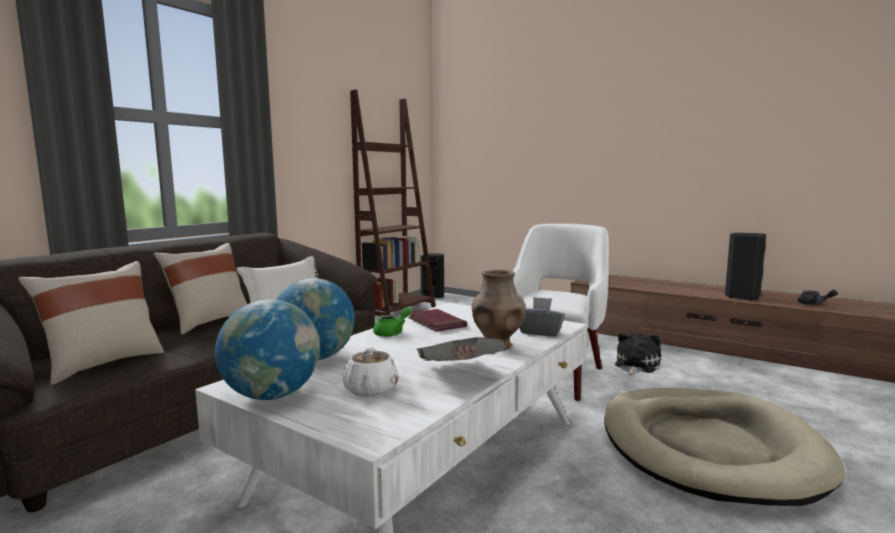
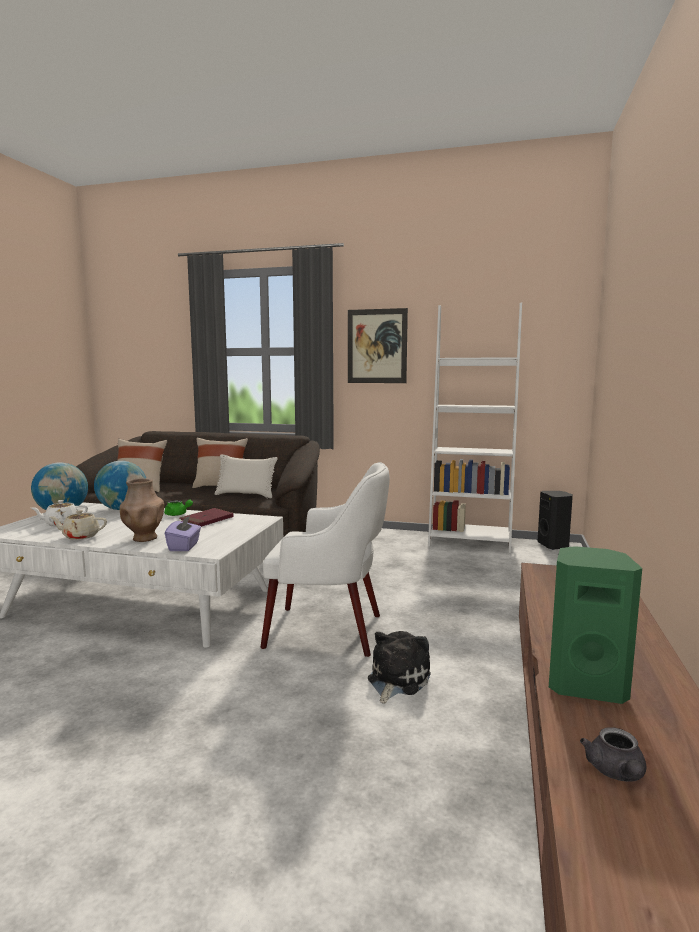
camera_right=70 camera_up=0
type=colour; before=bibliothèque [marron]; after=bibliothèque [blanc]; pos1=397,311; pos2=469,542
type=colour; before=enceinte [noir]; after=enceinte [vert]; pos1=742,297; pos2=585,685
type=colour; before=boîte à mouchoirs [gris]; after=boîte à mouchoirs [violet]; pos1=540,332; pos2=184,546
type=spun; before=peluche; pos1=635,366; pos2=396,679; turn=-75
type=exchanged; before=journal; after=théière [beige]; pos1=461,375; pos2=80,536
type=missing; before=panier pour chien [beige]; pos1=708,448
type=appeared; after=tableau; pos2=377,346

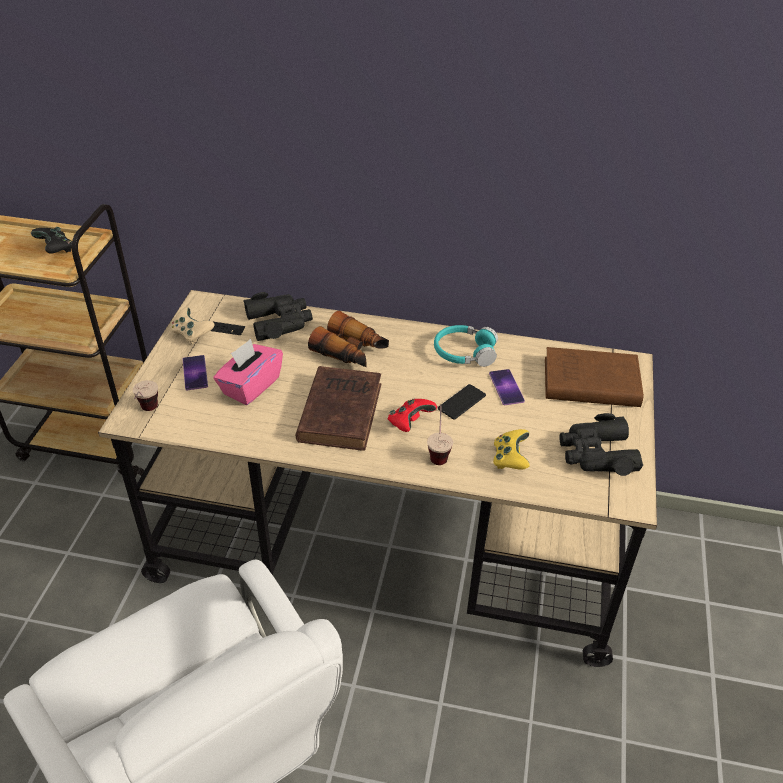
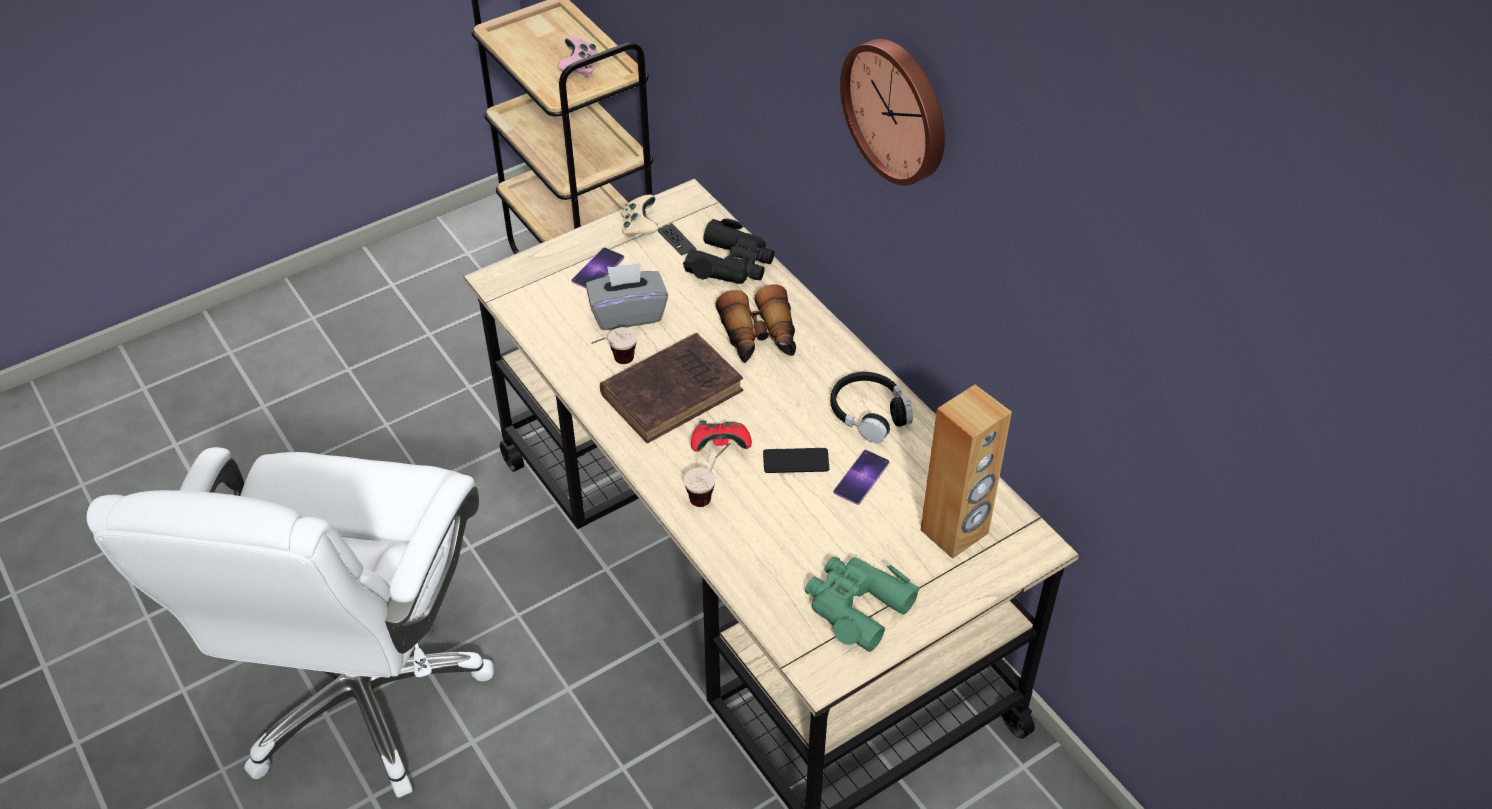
camera_right=45 camera_up=5
type=colour; before=manette [noir]; after=manette [rose]; pos1=56,250; pos2=579,68
type=colour; before=casque audio [turquoise]; after=casque audio [noir]; pos1=464,353; pos2=869,413
type=colour; before=boîte à mouchoirs [rose]; after=boîte à mouchoirs [gris]; pos1=250,386; pos2=628,314
type=exchanged; before=livre [marron]; after=enceinte [marron]; pos1=587,382; pos2=955,532
type=relocated; before=tasse; pos1=147,413; pos2=615,364
type=colour; before=jumelles [noir]; after=jumelles [vert]; pos1=596,454; pos2=856,606
type=missing; before=manette [jaune]; pos1=510,459
type=appeared; after=horloge murale; pos2=898,110

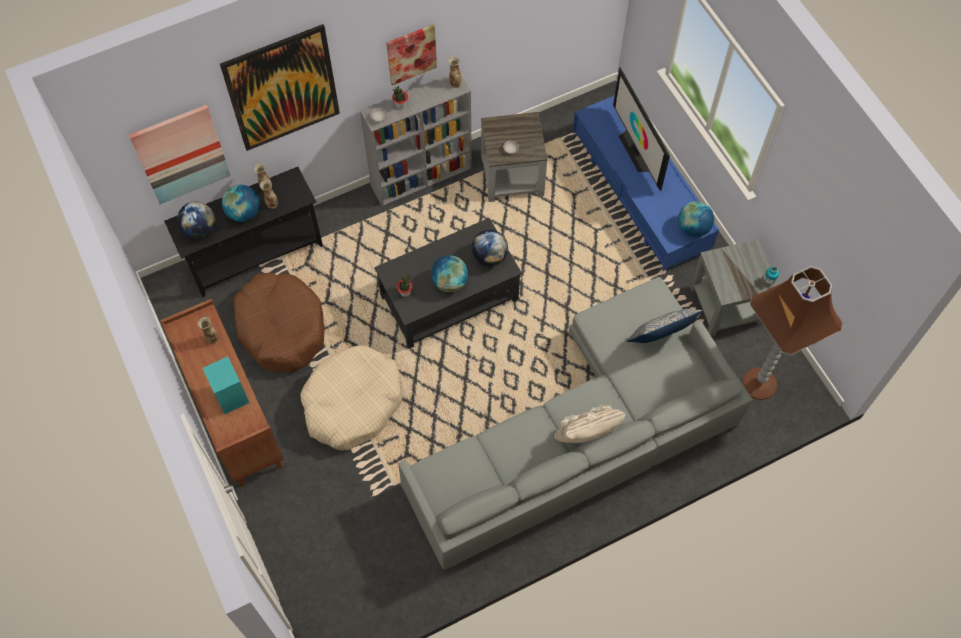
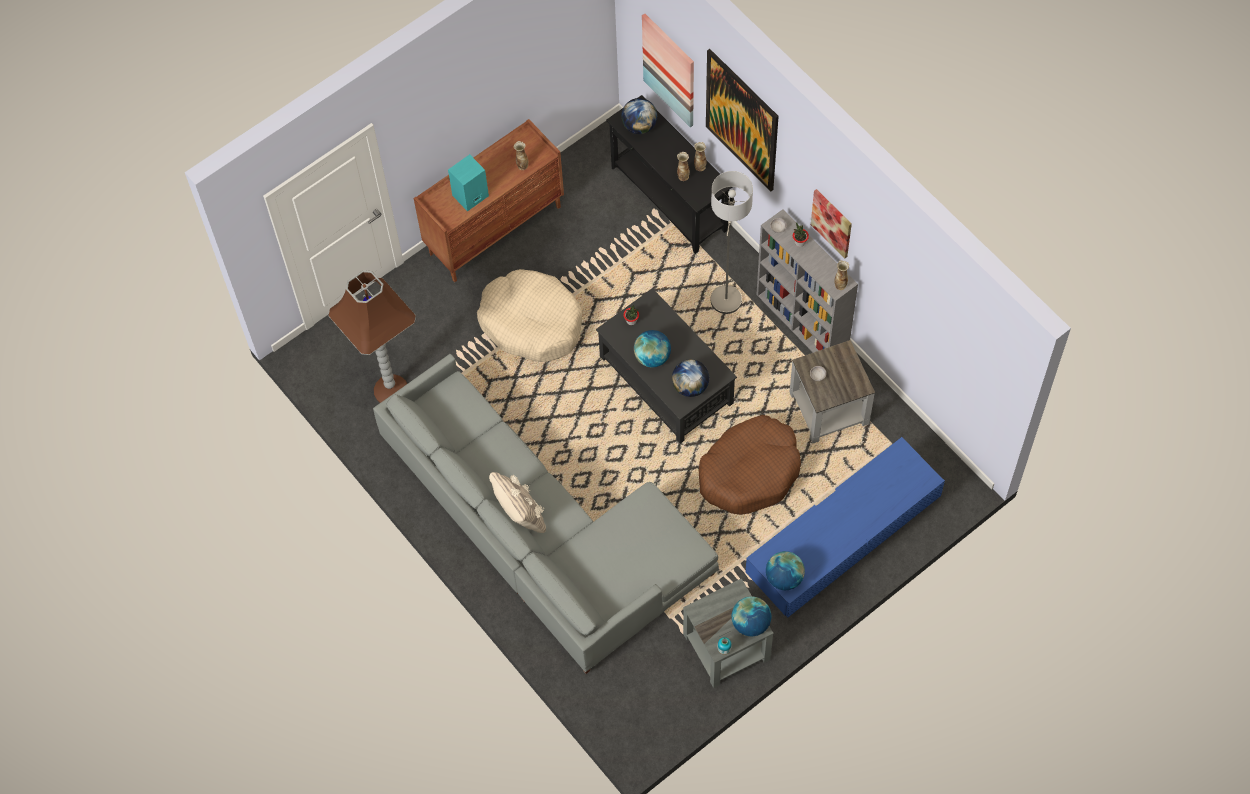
camera_right=80 camera_up=0
type=missing; before=téléviseur; pos1=637,151
type=relocated; before=globe; pos1=244,213; pos2=750,623
type=relocated; before=lampadaire [marron]; pos1=759,384; pos2=390,390
type=relocated; before=panier pour chien [marron]; pos1=281,327; pos2=750,471
type=missing; before=coussin; pos1=659,339
type=appeared; after=lampadaire [gris]; pos2=727,292

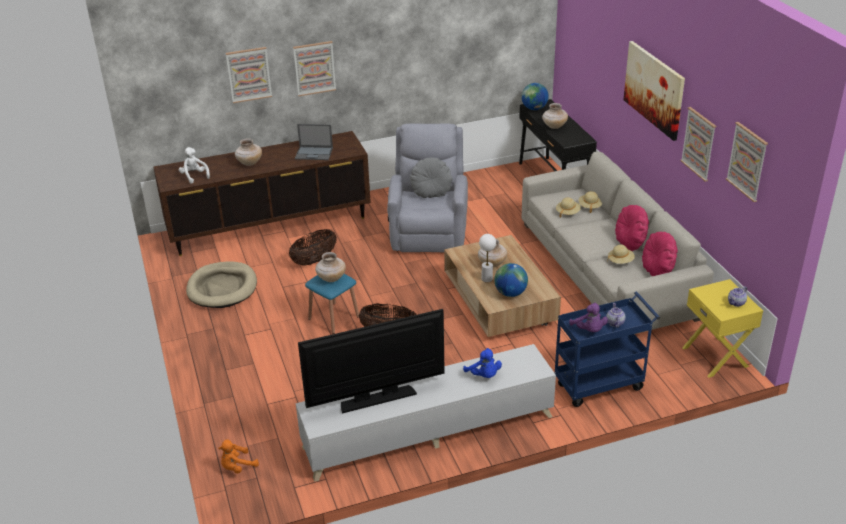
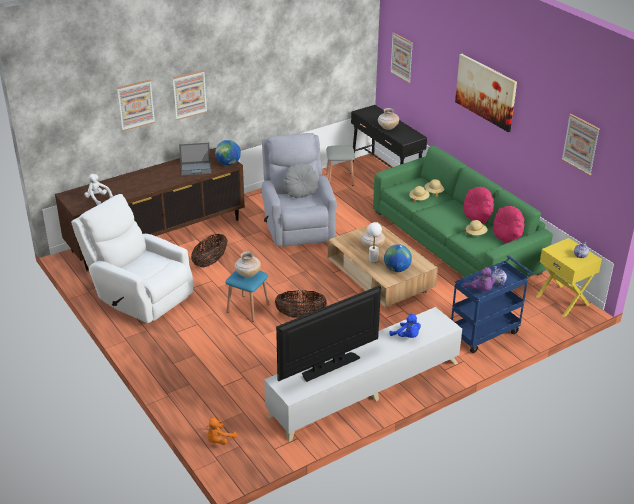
camera_right=-15 camera_up=0
type=relocated; before=globe; pos1=534,109; pos2=228,164
type=relocated; before=tableau; pos1=699,143; pos2=402,57
type=missing; before=vase [beige]; pos1=249,163
type=colour; before=canapé [beige]; after=canapé [vert]; pos1=606,269; pos2=455,241
type=exchanged; before=panier pour chien [beige]; after=fauteuil [blanc]; pos1=222,288; pos2=139,295
type=appeared; after=tabouret [gris]; pos2=339,179

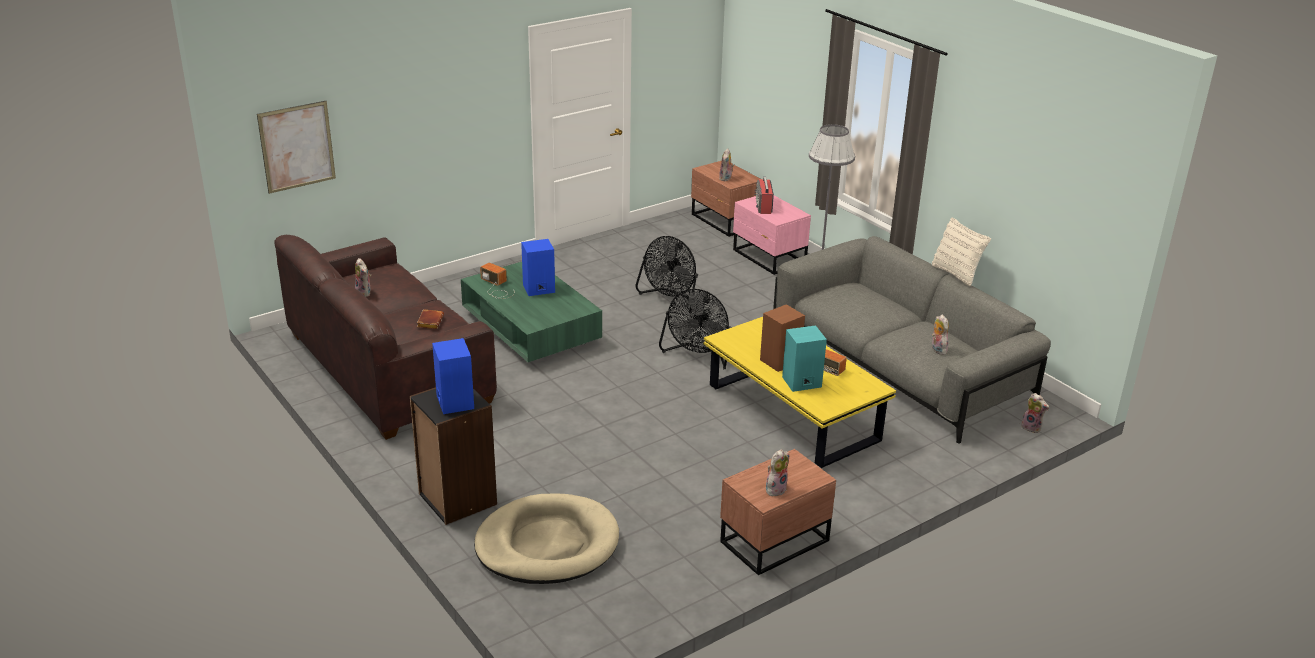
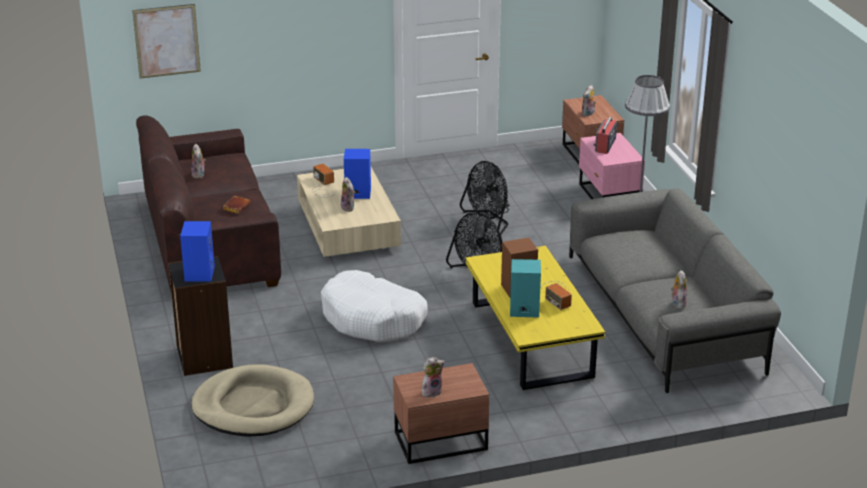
camera_right=20 camera_up=0
type=missing; before=coussin [beige]; pos1=956,274
type=colour; before=table basse [vert]; after=table basse [beige]; pos1=531,329; pos2=348,228
type=relocated; before=peluche; pos1=1032,427; pos2=349,208
type=appeared; after=panier pour chien [blanc]; pos2=373,319

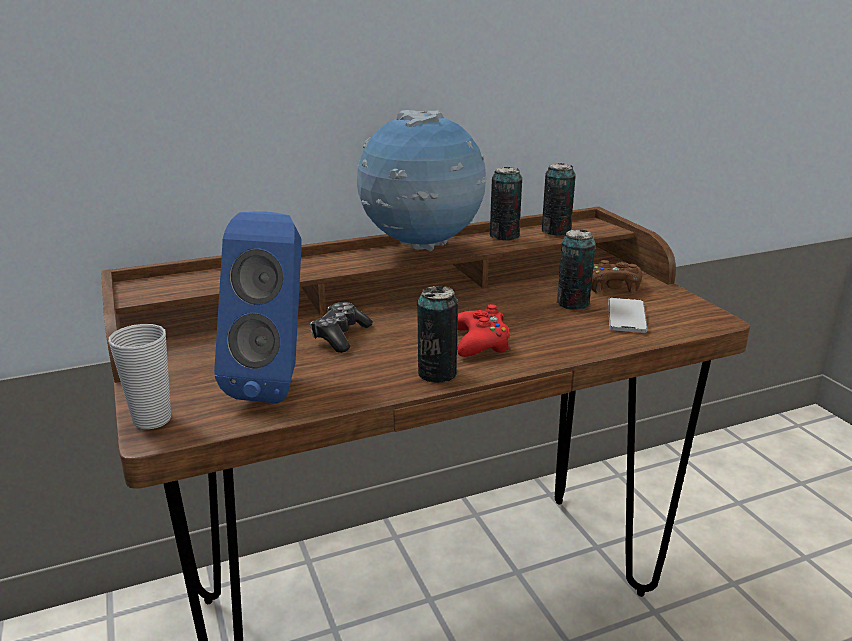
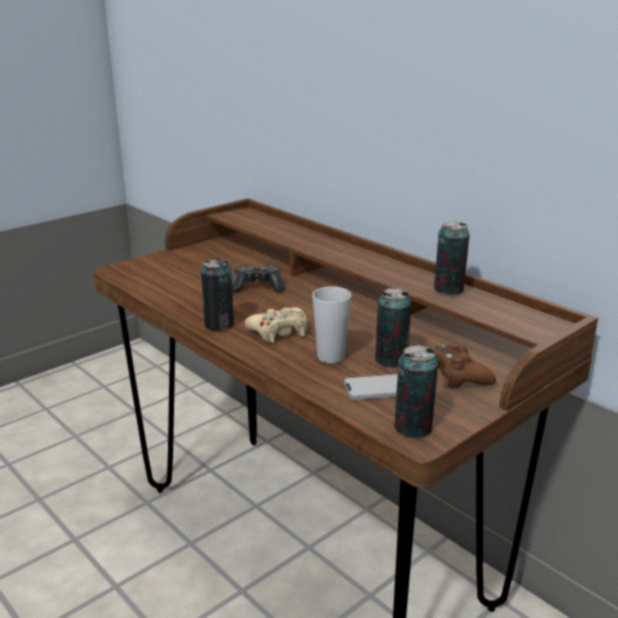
camera_right=70 camera_up=0
type=missing; before=globe; pos1=421,248
type=relocated; before=boîte métallique; pos1=556,231; pos2=413,428
type=missing; before=enceinte [bleu]; pos1=276,382
type=colour; before=manette [rouge]; after=manette [beige]; pos1=480,343; pos2=279,332
type=relocated; before=tasse; pos1=152,419; pos2=330,357

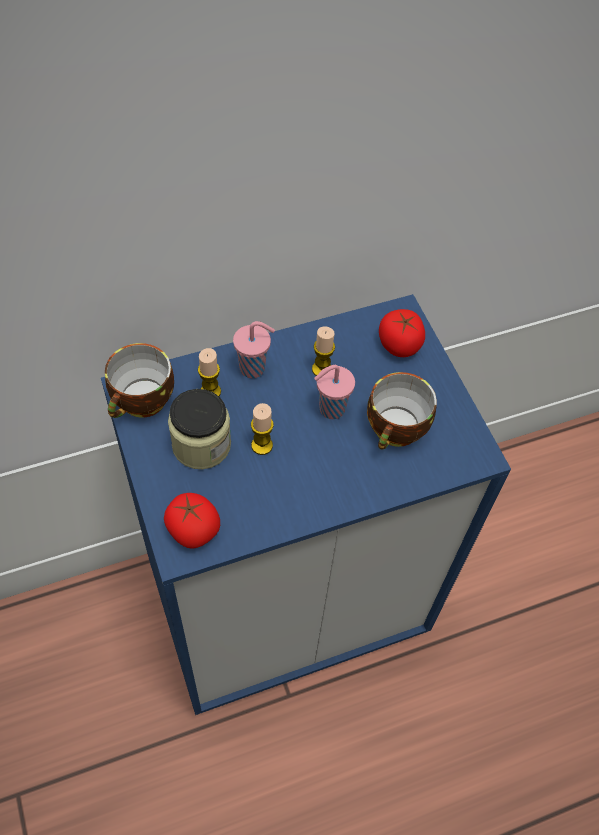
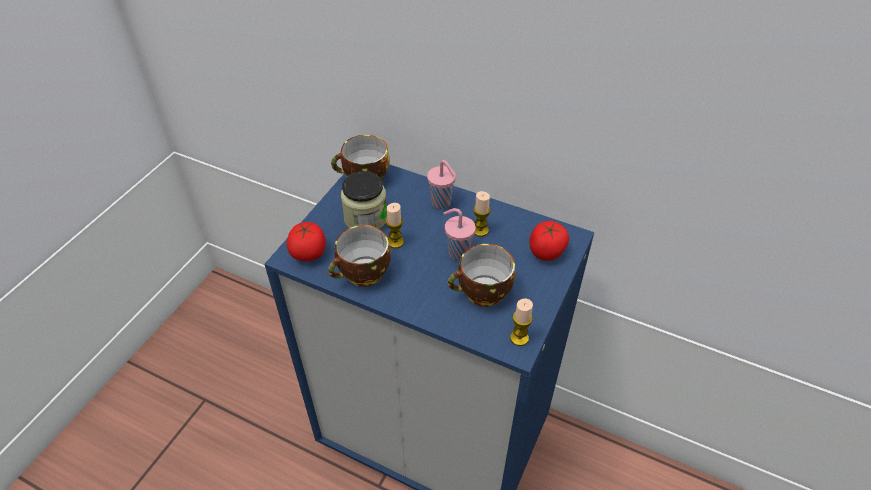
camera_right=50 camera_up=-10
type=relocated; before=bougie; pos1=210,391; pos2=519,338
type=appeared; after=tasse; pos2=363,275

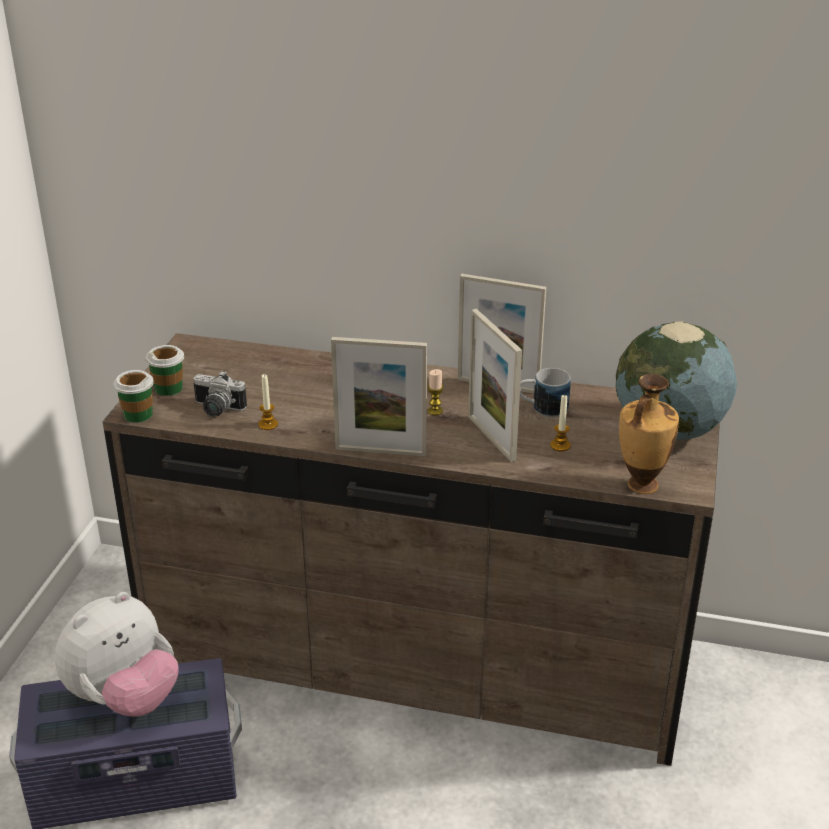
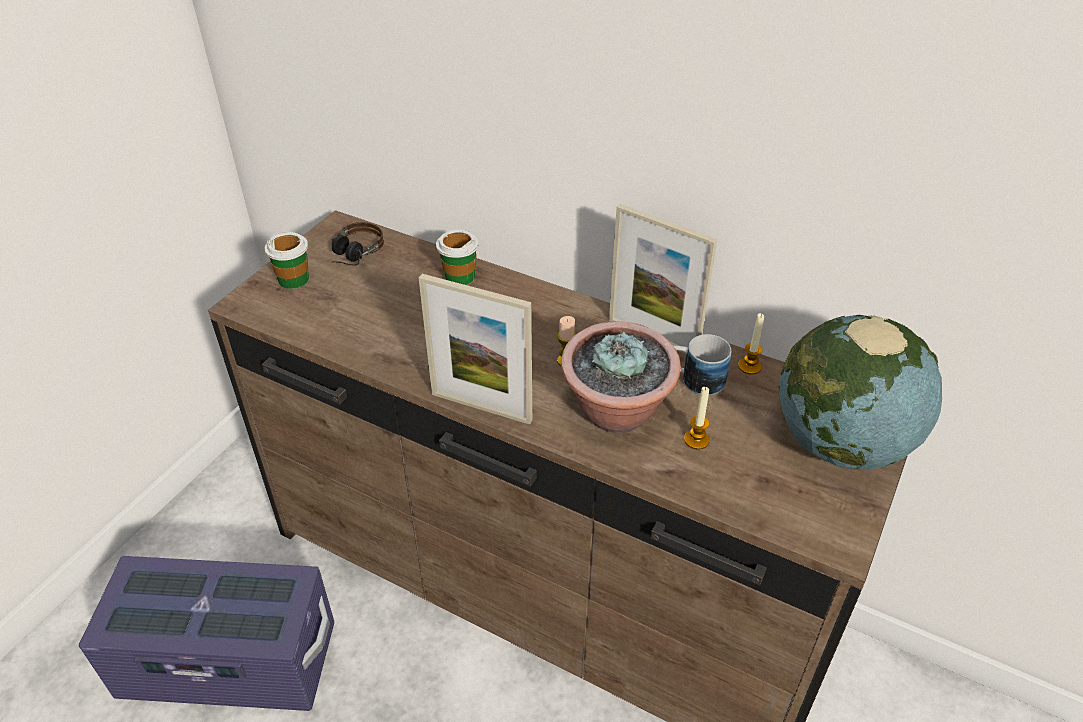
camera_right=15 camera_up=10
type=exchanged; before=cadre photo; after=plante en pot; pos1=491,438; pos2=617,412
type=relocated; before=tasse; pos1=138,414; pos2=459,276
type=missing; before=appareil photo; pos1=216,409
type=relocated; before=bougie; pos1=268,424; pos2=749,366
type=missing; before=vase; pos1=640,486
type=missing; before=peluche; pos1=124,698
type=appeared; after=casque audio; pos2=352,256

